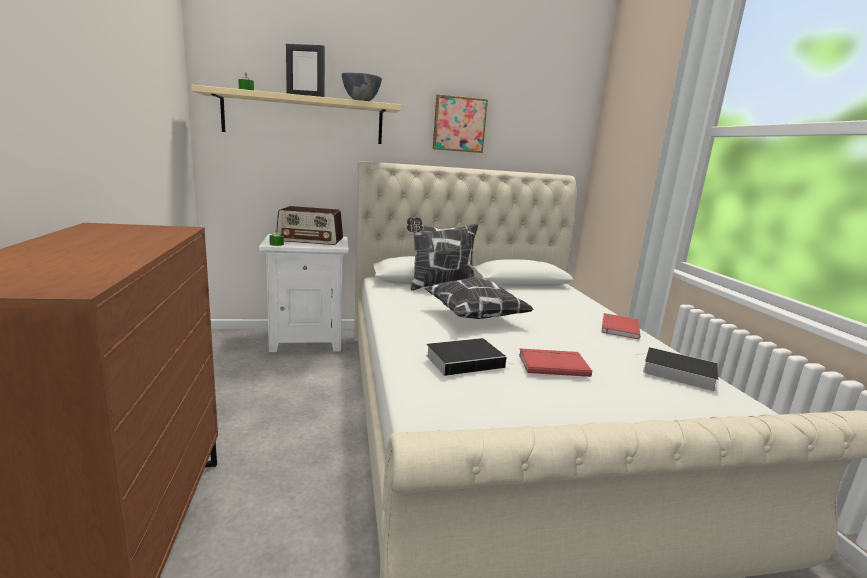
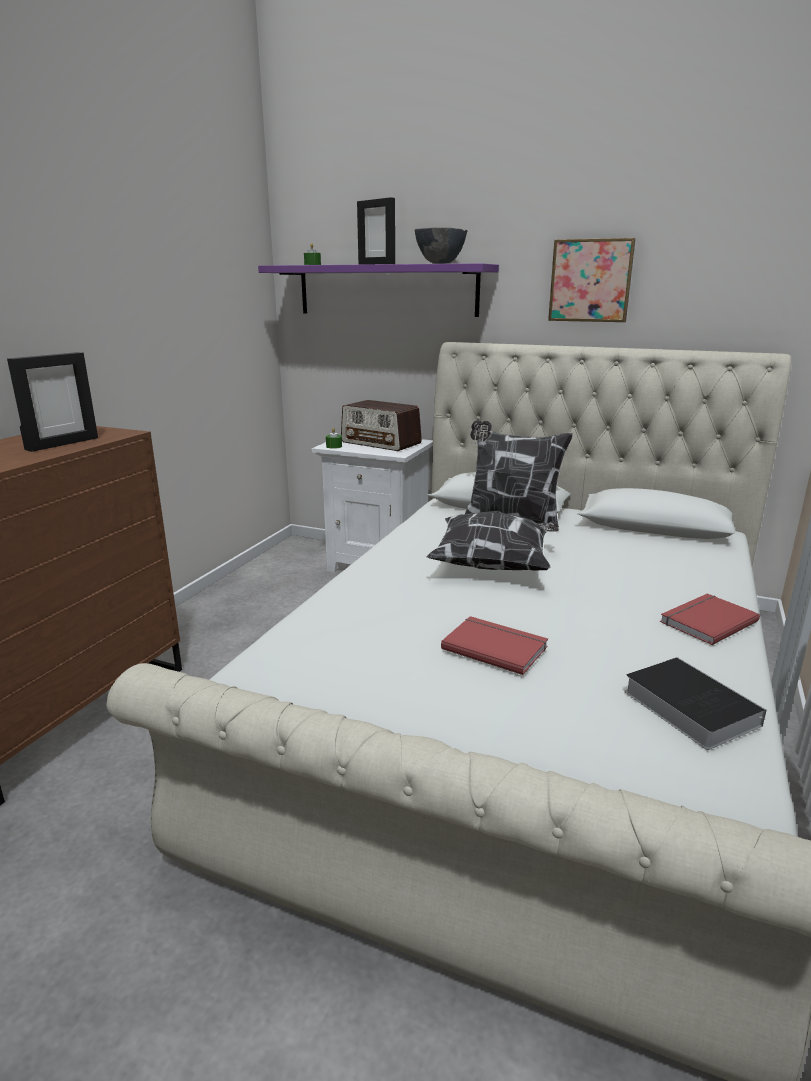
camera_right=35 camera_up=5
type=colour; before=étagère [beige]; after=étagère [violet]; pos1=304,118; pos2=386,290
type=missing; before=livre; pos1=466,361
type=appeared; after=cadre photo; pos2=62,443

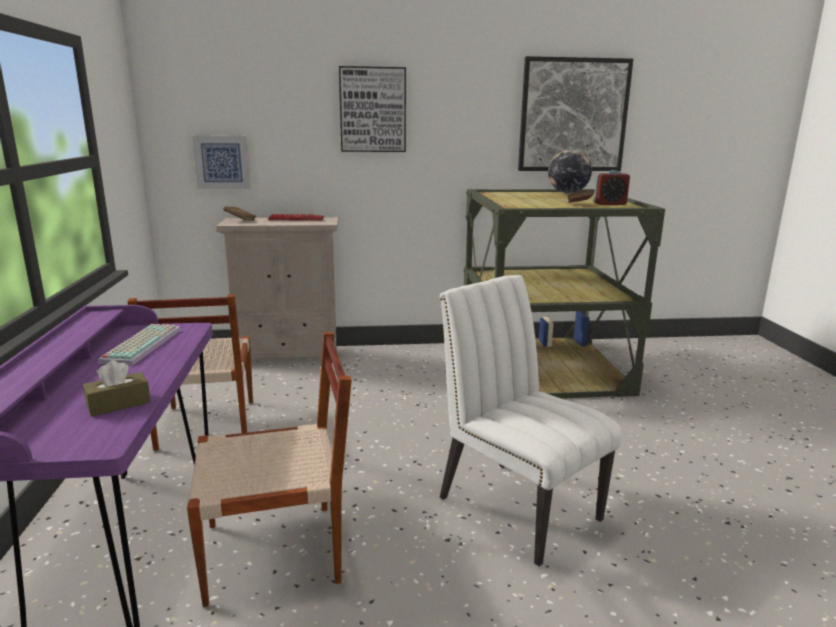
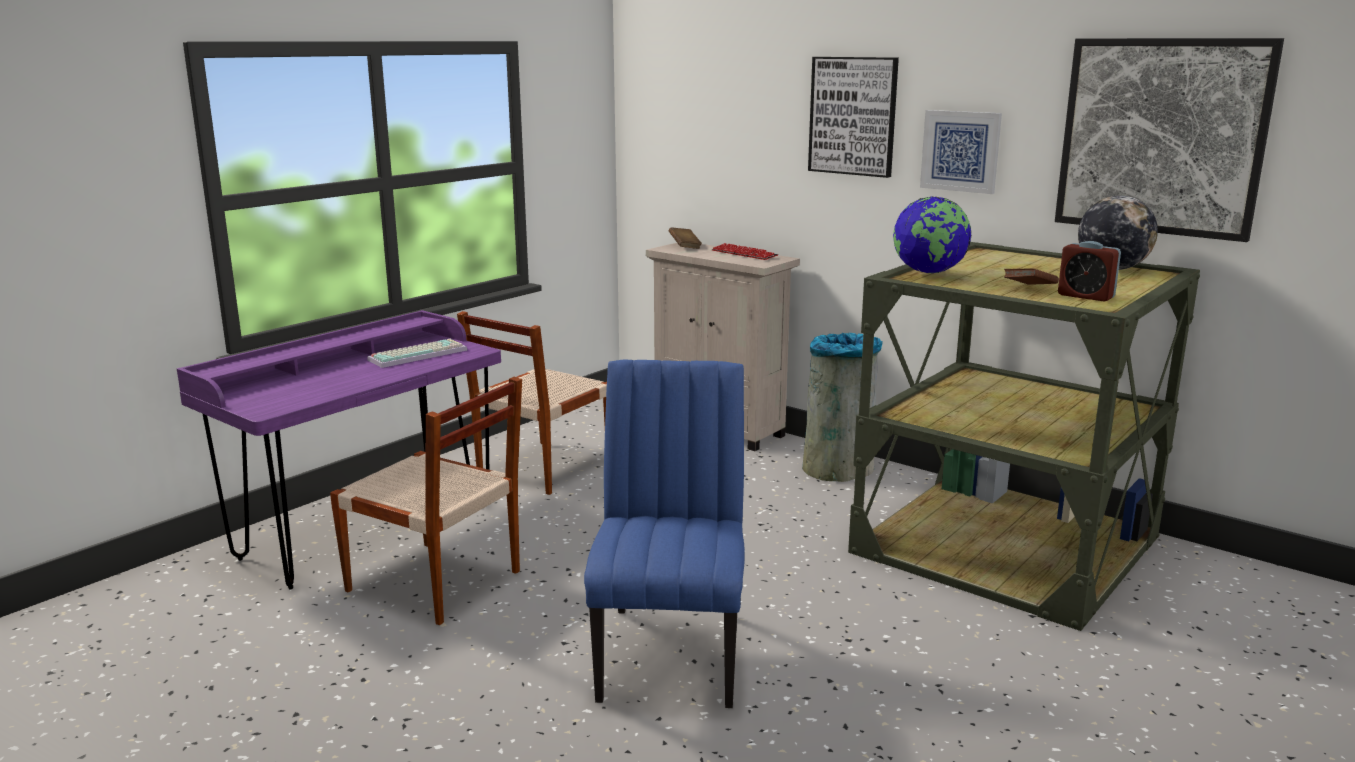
camera_right=45 camera_up=0
type=relocated; before=tableau; pos1=222,162; pos2=960,151
type=colour; before=chaise [blanc]; after=chaise [bleu]; pos1=520,509; pos2=671,656
type=missing; before=boîte à mouchoirs [marron]; pos1=119,404
type=appeared; after=globe; pos2=929,272
type=appeared; after=poubelle [gris]; pos2=839,468

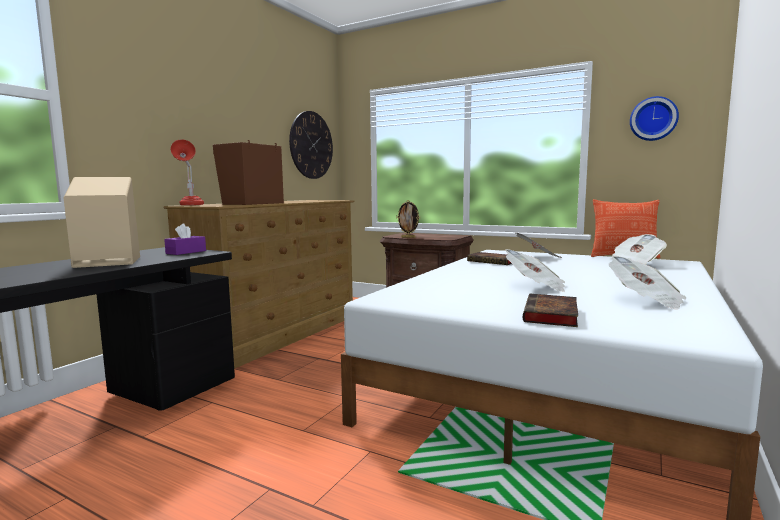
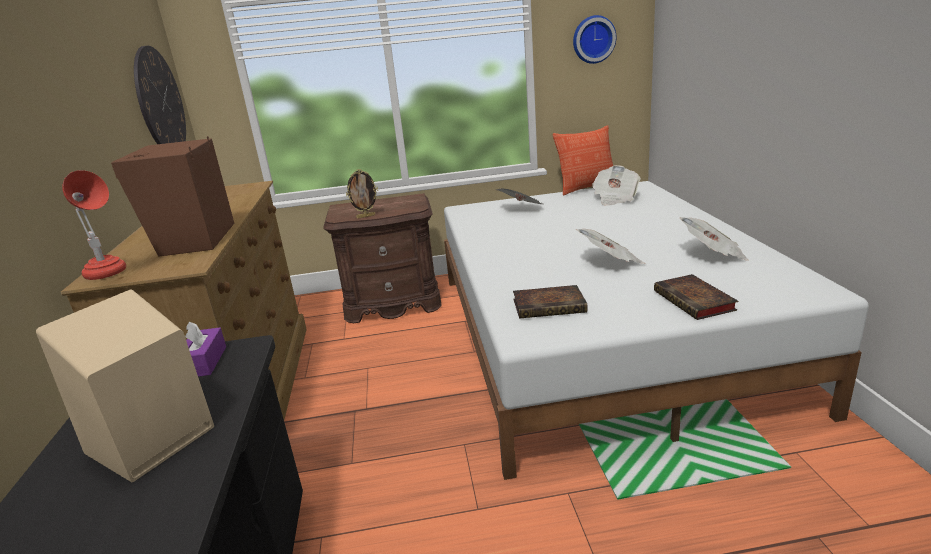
camera_right=-35 camera_up=15
type=relocated; before=livre; pos1=493,262; pos2=550,306

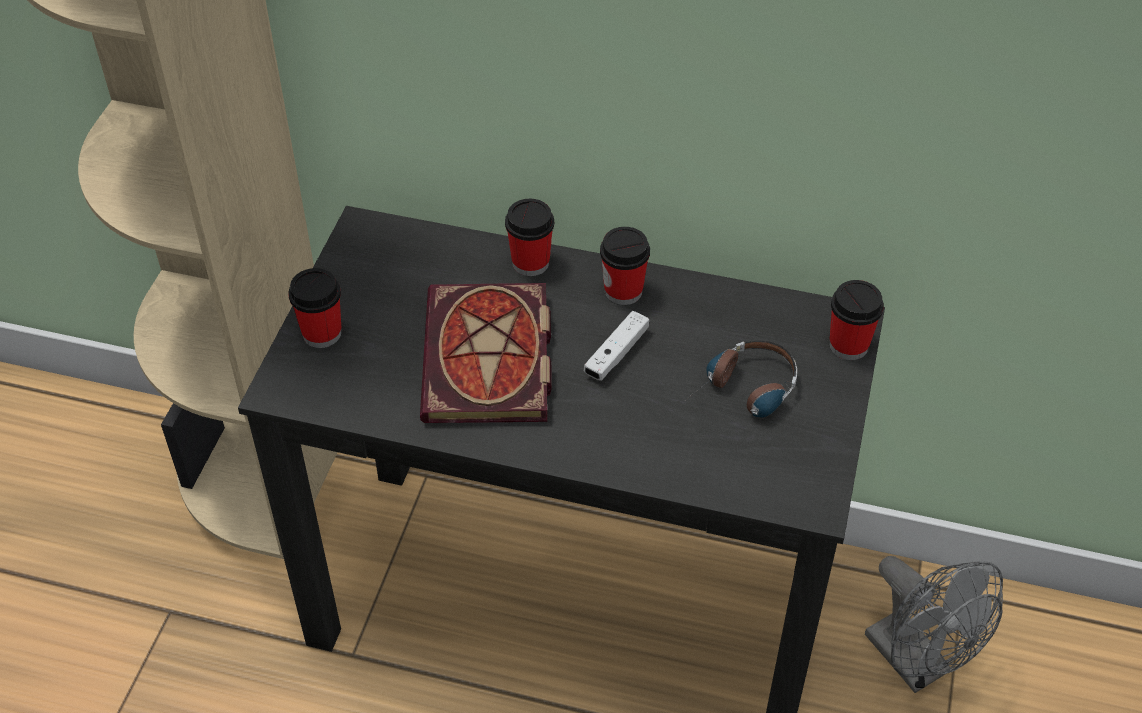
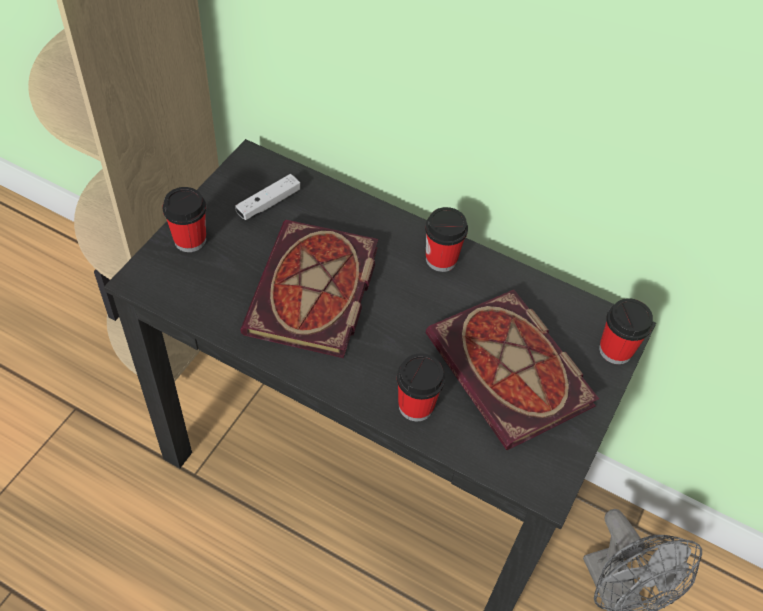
camera_right=10 camera_up=5
type=relocated; before=tasse; pos1=530,263; pos2=416,405
type=relocated; before=manette [blanc]; pos1=616,353; pos2=268,203
type=exchanged; before=casque audio; after=livre; pos1=743,394; pos2=514,372

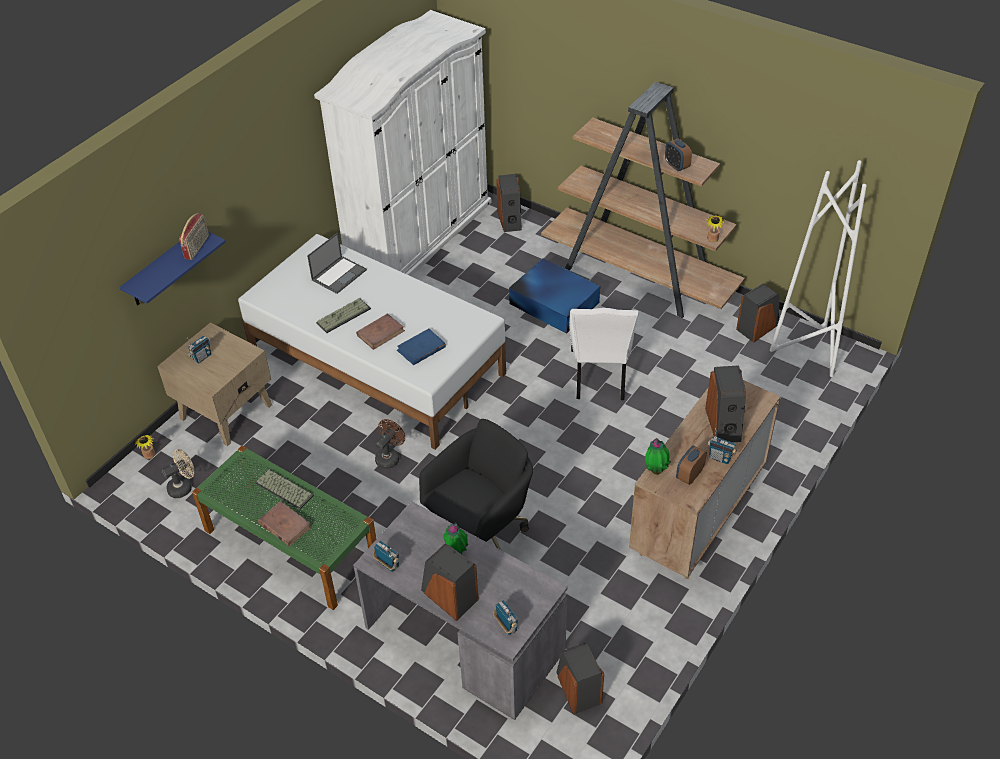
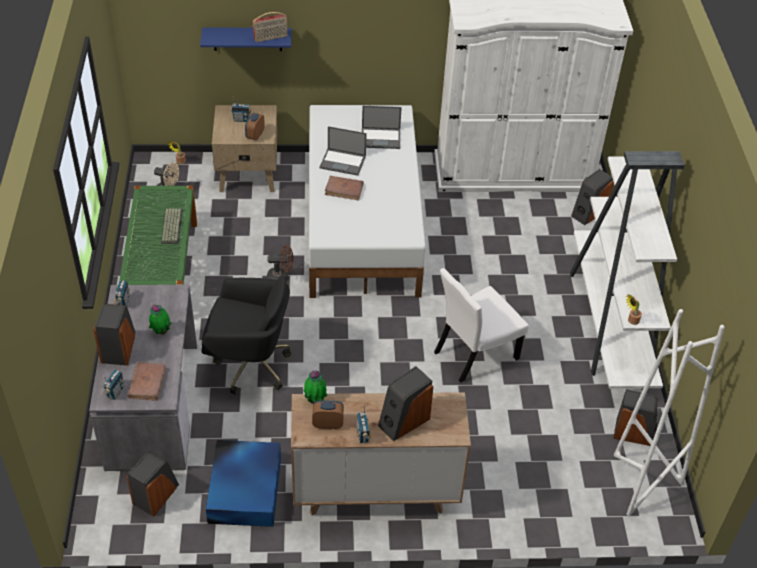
camera_right=50 camera_up=0
type=colour; before=bibliothèque [marron]; after=bibliothèque [blanc]; pos1=639,277; pos2=610,324
type=relocated; before=réveil; pos1=676,166; pos2=255,135
type=relocated; before=boîte de rangement [bleu]; pos1=553,302; pos2=245,488
type=exchanged; before=clavier; after=ordinateur portable; pos1=343,315; pos2=343,162
type=missing; before=livre [bleu]; pos1=421,349
type=relocated; before=livre [marron]; pos1=284,525; pos2=147,383

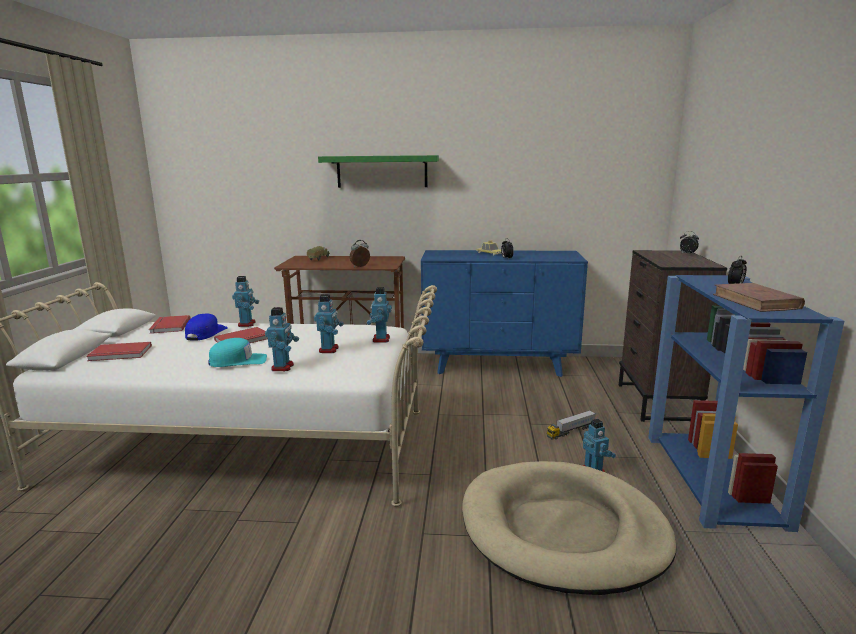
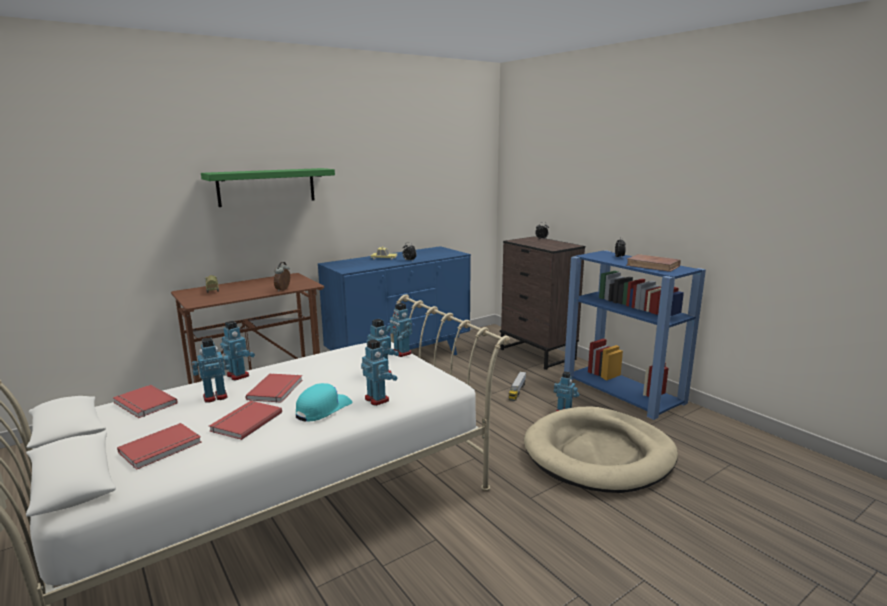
camera_right=-40 camera_up=0
type=exchanged; before=casquette [bleu]; after=robot jouet; pos1=206,333; pos2=215,397
type=appeared; after=livre [rouge]; pos2=245,421

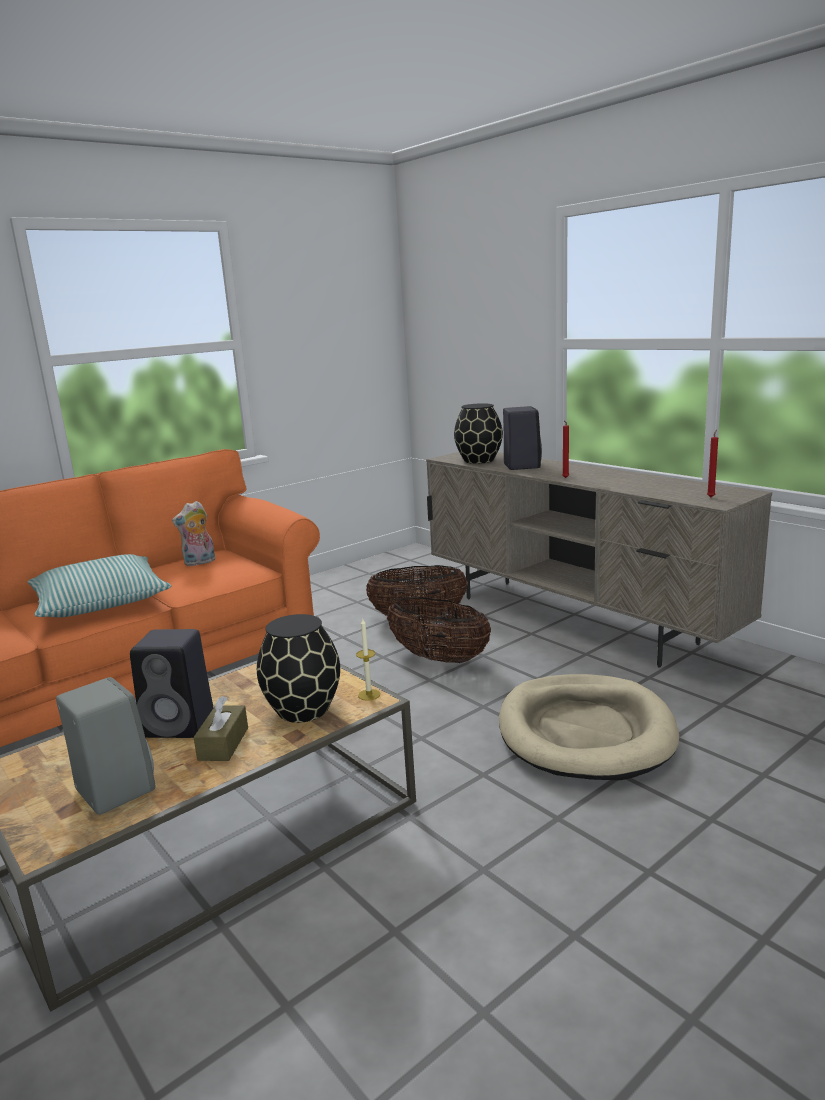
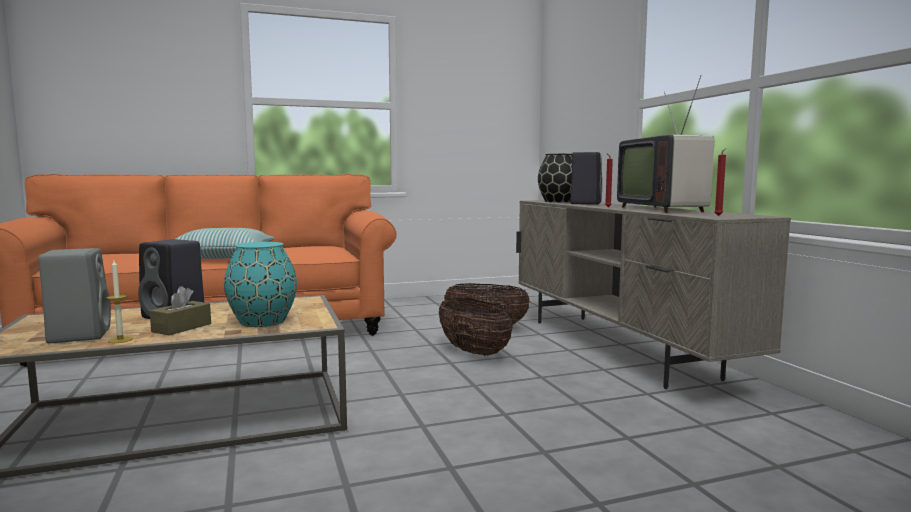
camera_right=20 camera_up=-10
type=missing; before=peluche; pos1=199,562
type=colour; before=vase [noir]; after=vase [turquoise]; pos1=303,710; pos2=262,322
type=relocated; before=bougie; pos1=369,695; pos2=120,340
type=missing; before=panier pour chien [beige]; pos1=585,732
type=appeared; after=téléviseur; pos2=664,209

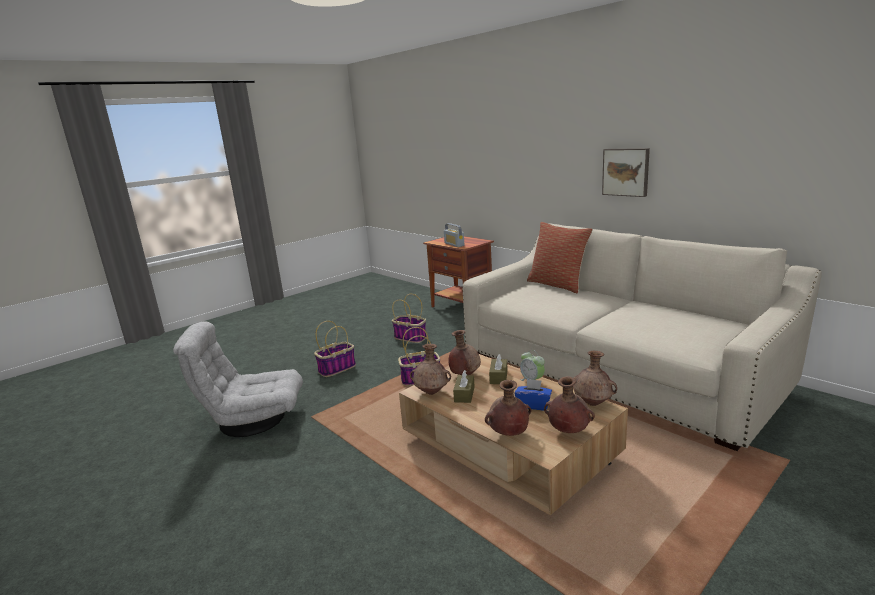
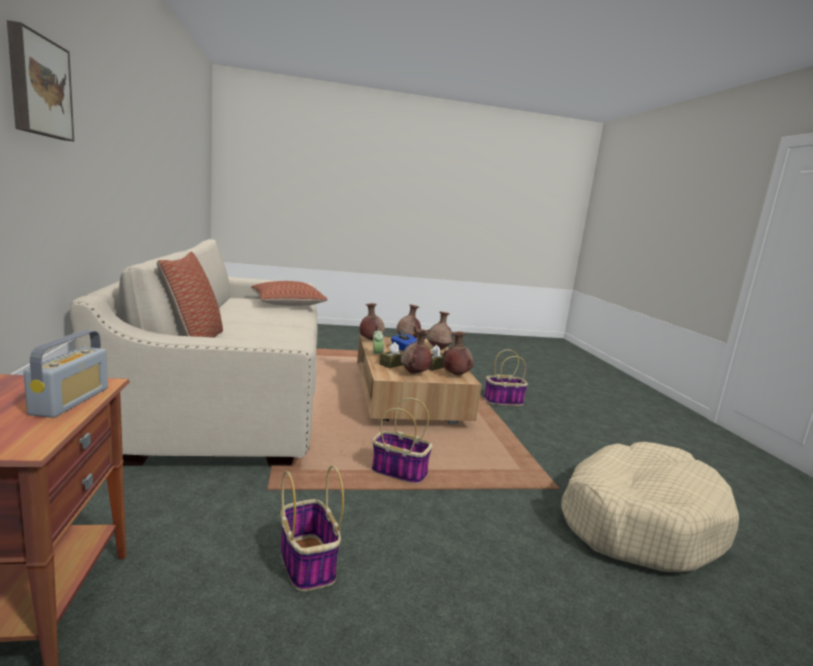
camera_right=-150 camera_up=-5
type=relocated; before=tableau; pos1=626,172; pos2=37,86
type=relocated; before=panier; pos1=337,368; pos2=503,401
type=exchanged; before=fauteuil [gris]; after=panier pour chien [beige]; pos1=254,419; pos2=638,521
type=appeared; after=coussin; pos2=287,304

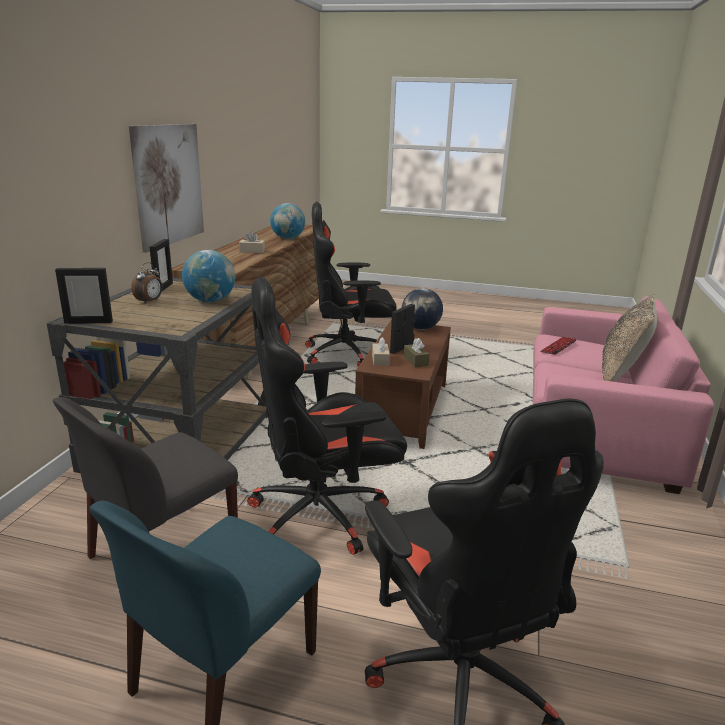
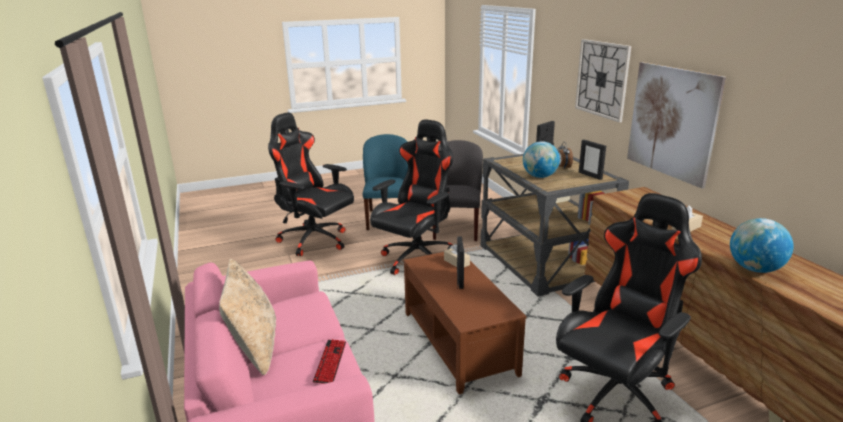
camera_right=145 camera_up=0
type=missing; before=globe; pos1=421,328
type=missing; before=boîte à mouchoirs [marron]; pos1=415,361
type=appeared; after=horloge murale; pos2=602,79

